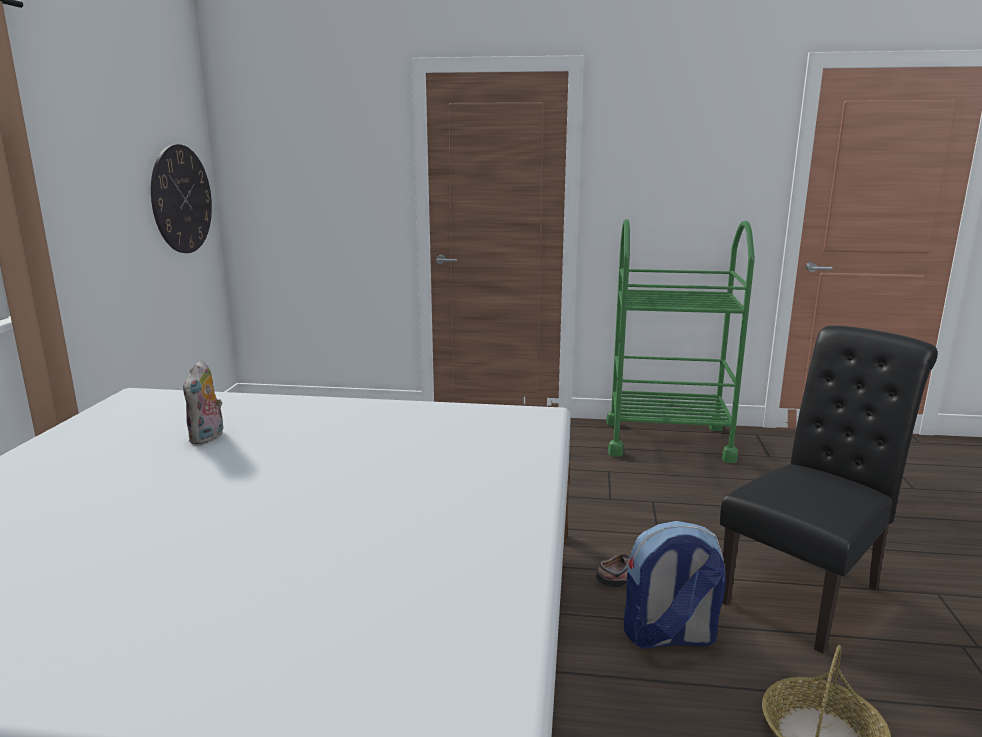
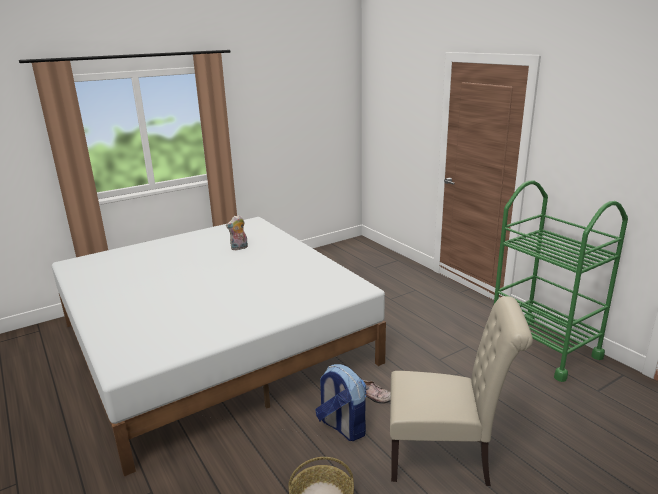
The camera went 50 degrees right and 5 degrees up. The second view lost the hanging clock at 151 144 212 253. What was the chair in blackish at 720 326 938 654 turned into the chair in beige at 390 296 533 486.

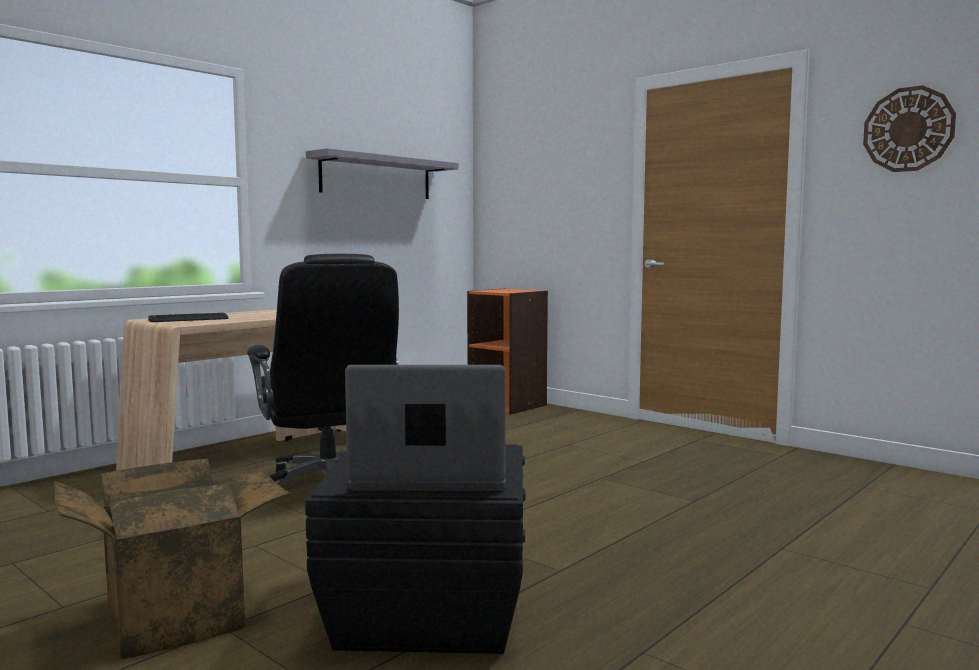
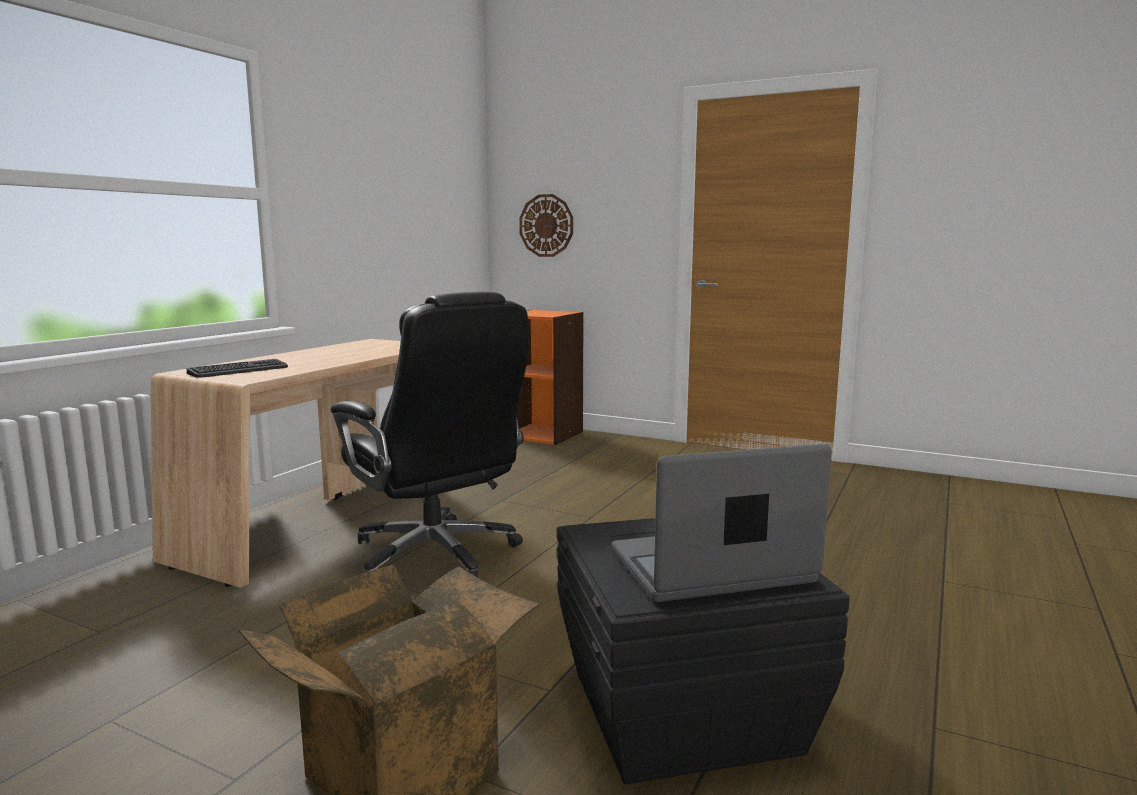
The camera went 15 degrees left and 5 degrees up. The second view lost the bracket shelf in gray at 306 148 459 199. The hanging clock ended up elsewhere, having gone from 863 85 956 172 to 519 194 573 257.

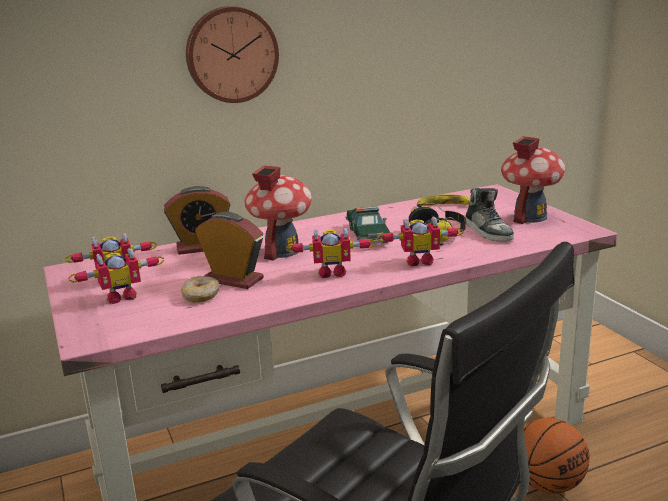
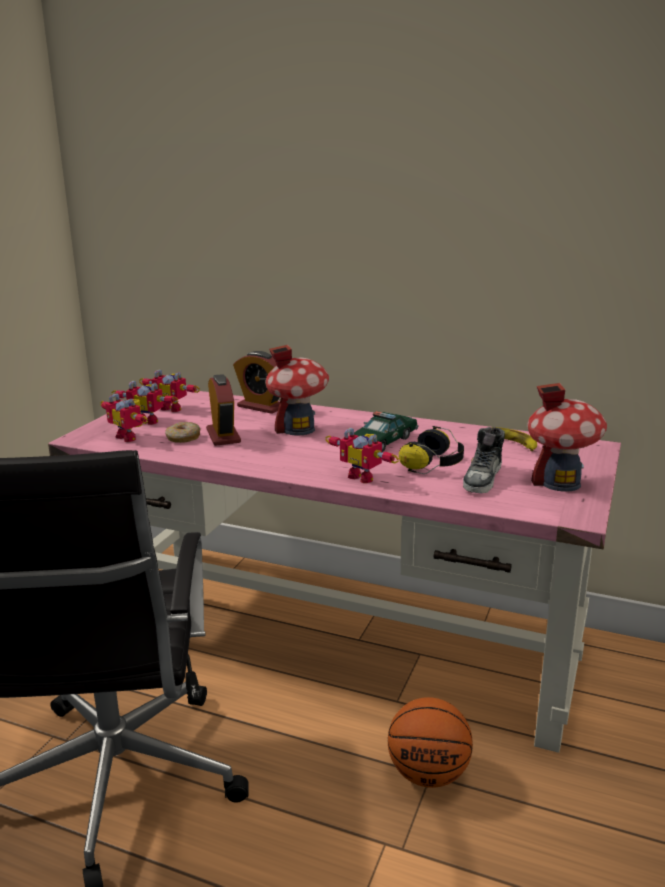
The camera went 45 degrees right and 0 degrees up. The second view lost the hanging clock at 186 6 279 103. The model robot ended up elsewhere, having gone from 286 227 376 278 to 100 393 148 442.

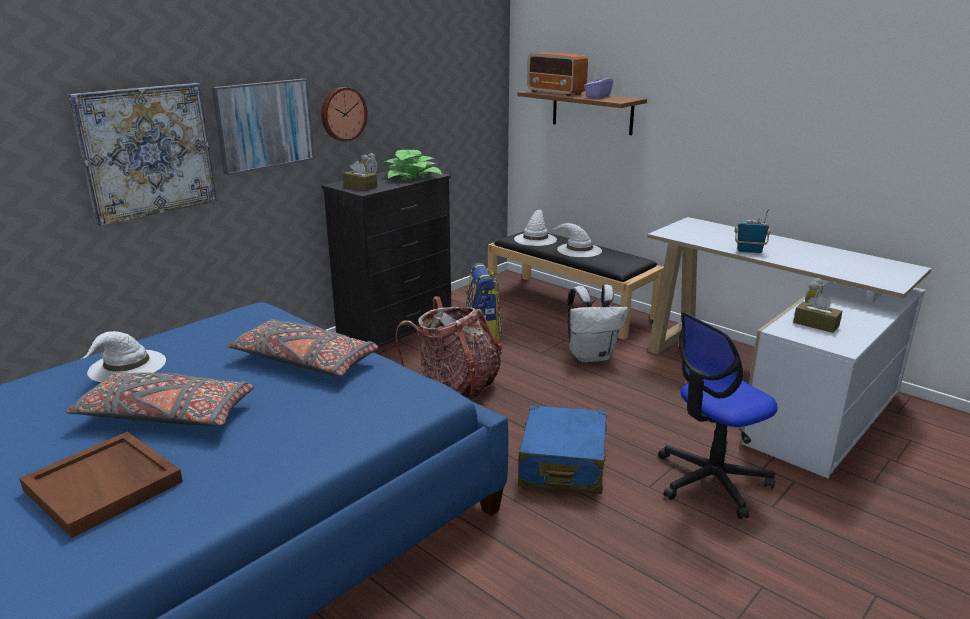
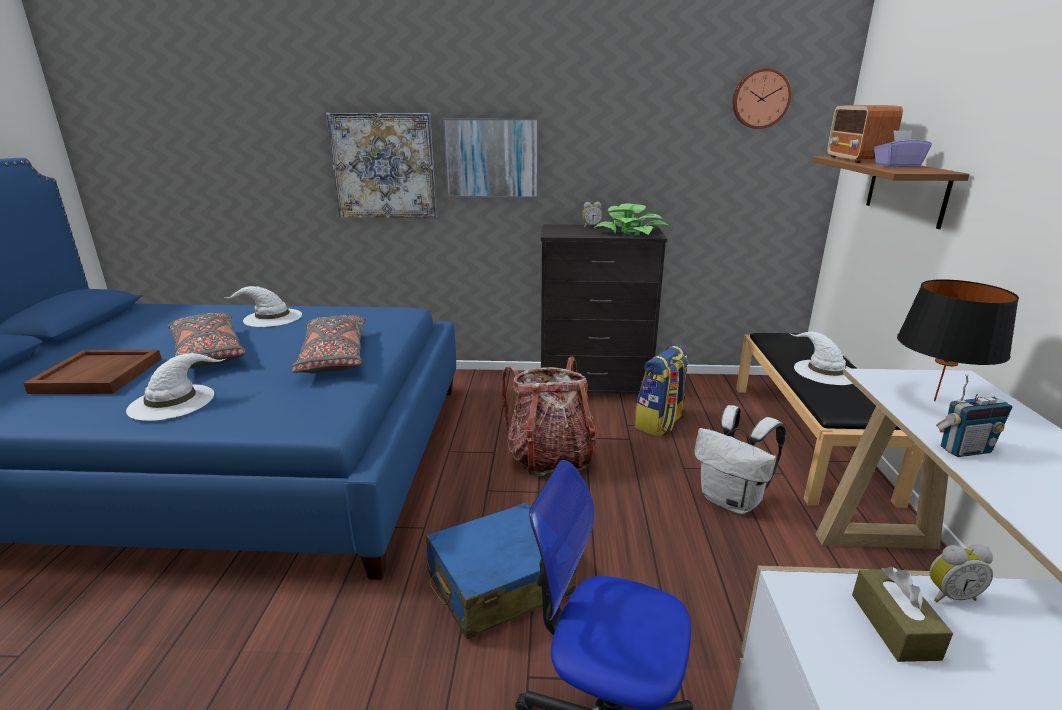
The camera went 50 degrees right and 0 degrees up. The hanging clock ended up elsewhere, having gone from 321 87 368 142 to 733 68 791 129. The second view lost the tissue holder in brown at 343 161 377 191. The hat in whitish ended up elsewhere, having gone from 514 210 557 246 to 126 353 225 421. The radio at 735 209 771 253 ended up facing another way, 105 degrees clockwise from before. The second view gained the table lamp in blackish at 897 279 1019 401.

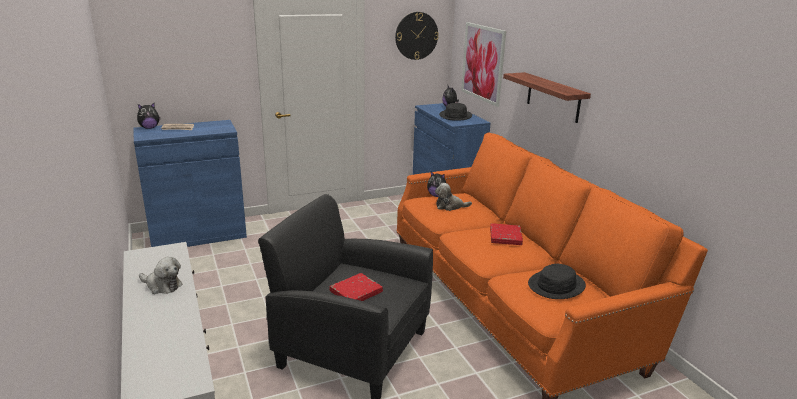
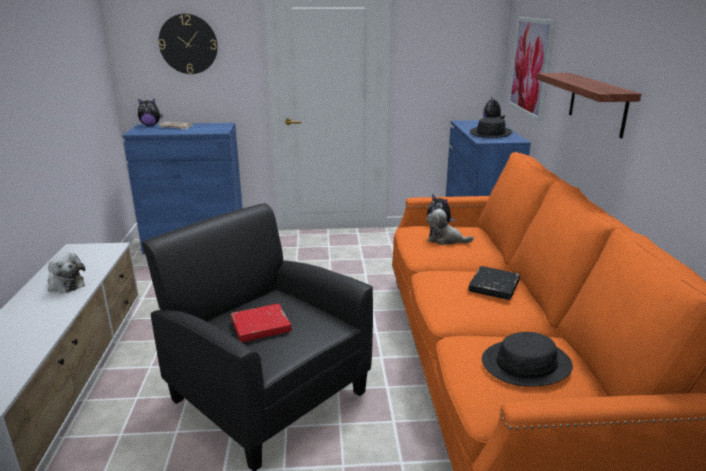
The camera went 20 degrees right and 0 degrees up. The hanging clock ended up elsewhere, having gone from 395 12 439 60 to 159 14 218 74. What was the bound book in red-coloured at 490 223 523 245 turned into the bound book in blackish at 468 266 520 300.

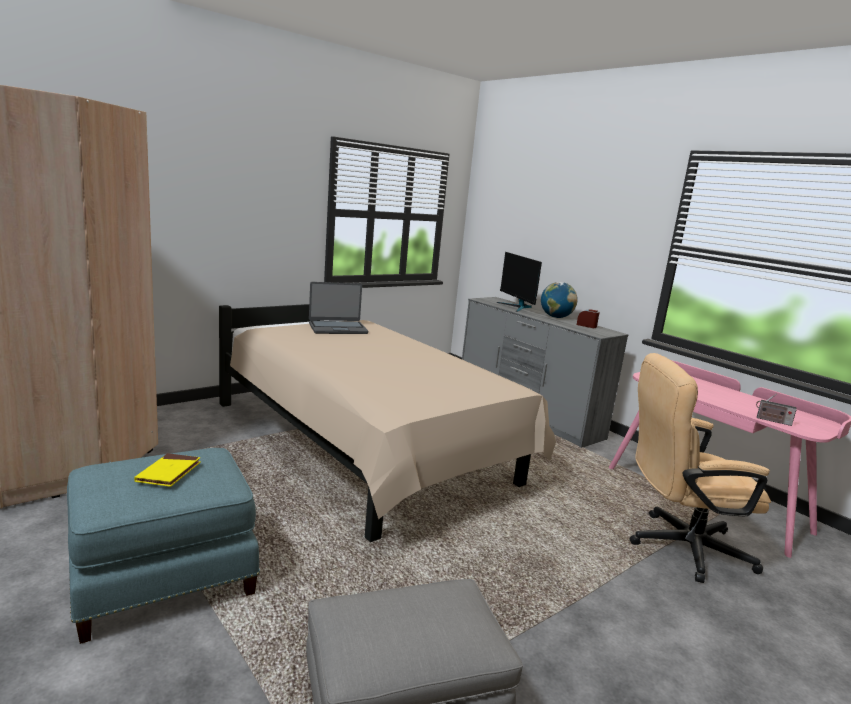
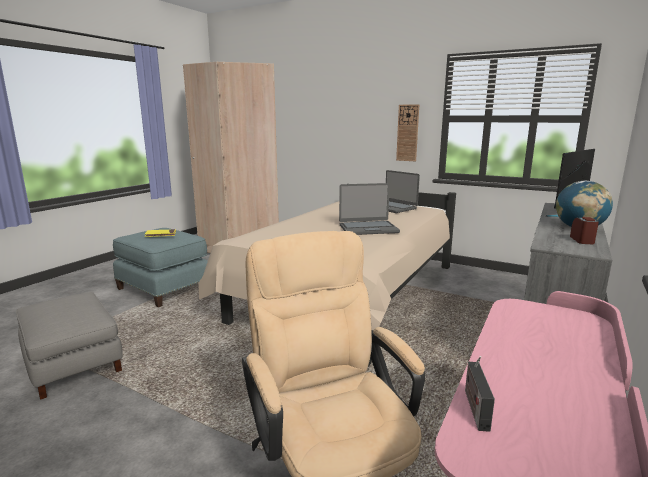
The camera went 70 degrees right and 0 degrees up. The second view gained the notebook computer at 339 183 400 235. The second view gained the hanging clock at 396 104 419 161.

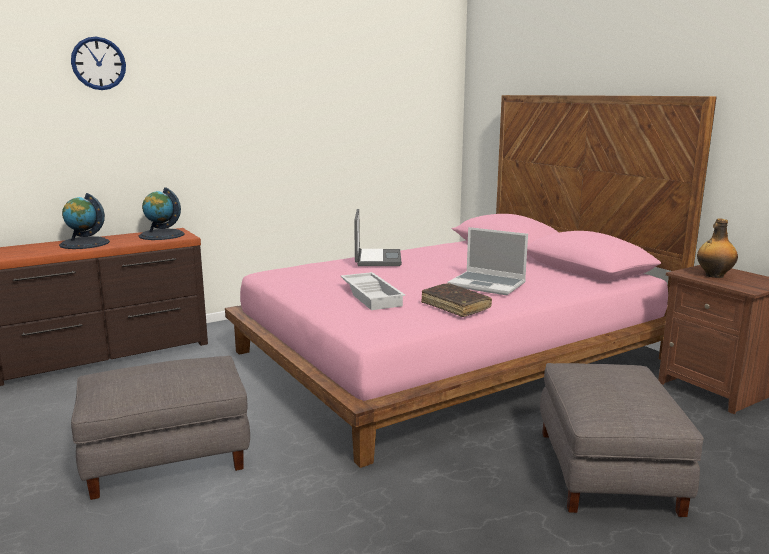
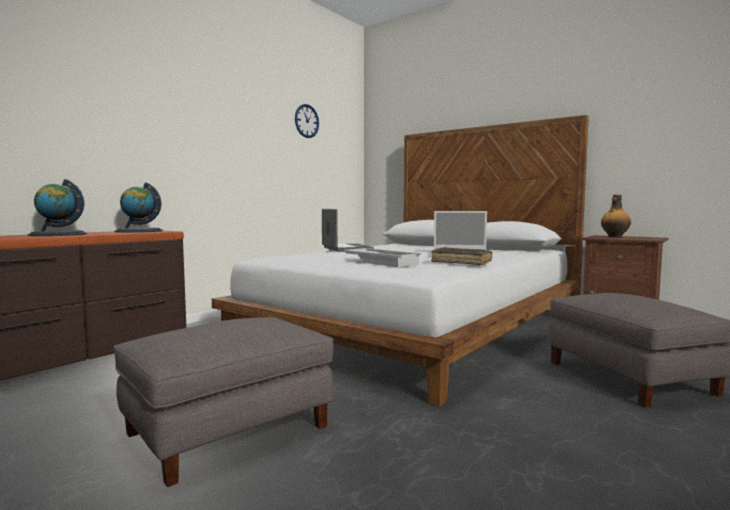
The camera went 20 degrees left and 10 degrees down. The hanging clock ended up elsewhere, having gone from 71 37 126 90 to 295 104 319 138. What was the sleeping bed in pinkish at 225 95 716 468 turned into the sleeping bed in whitish at 212 115 589 407.

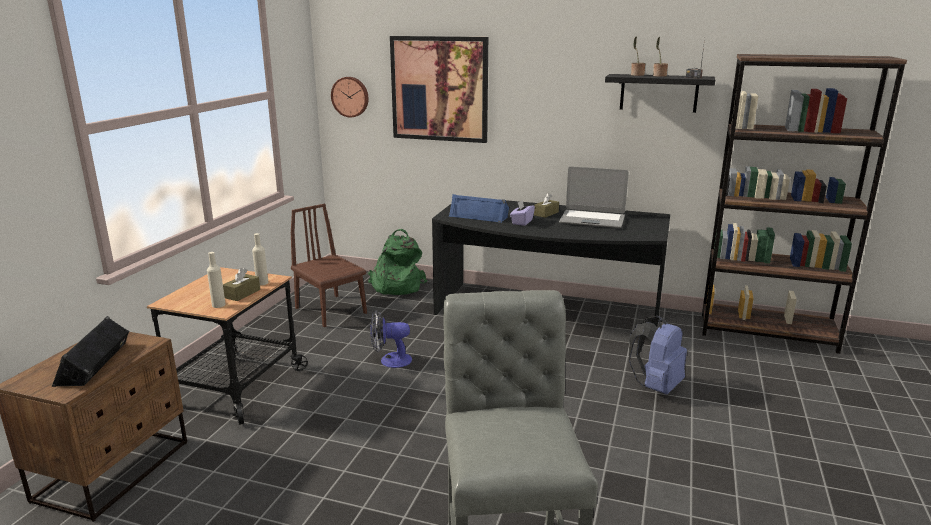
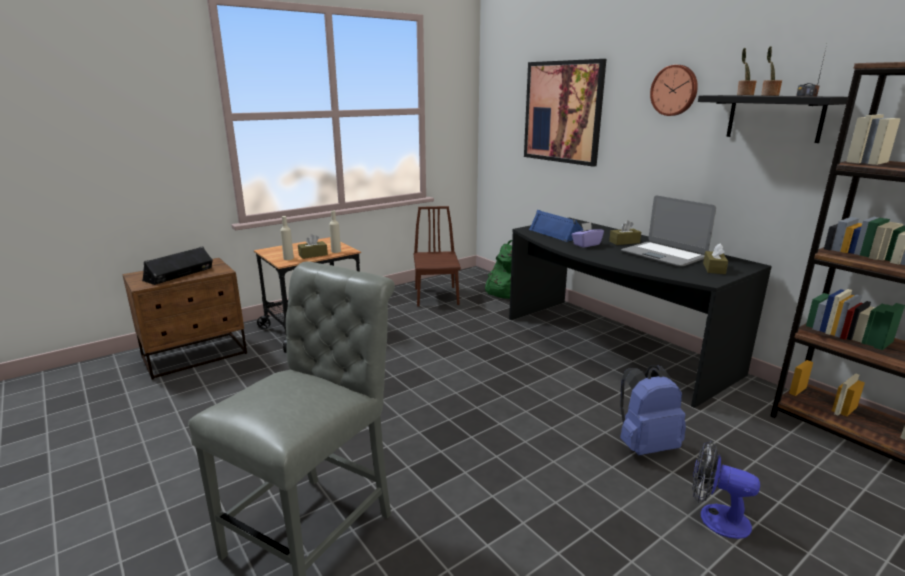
The camera went 35 degrees right and 0 degrees up. The hanging clock ended up elsewhere, having gone from 331 77 369 118 to 650 65 698 116. The cooling fan ended up elsewhere, having gone from 370 310 412 368 to 692 441 760 539. The second view gained the tissue holder in brown at 703 244 728 274.

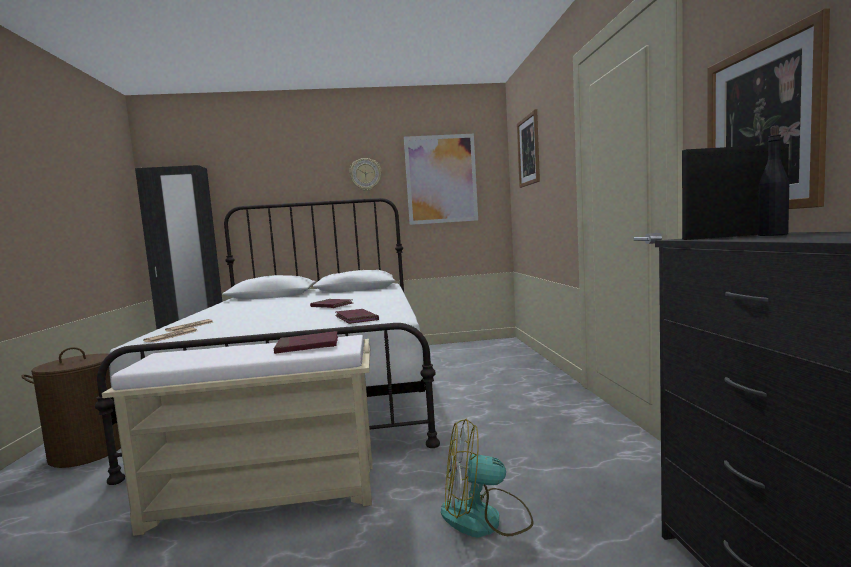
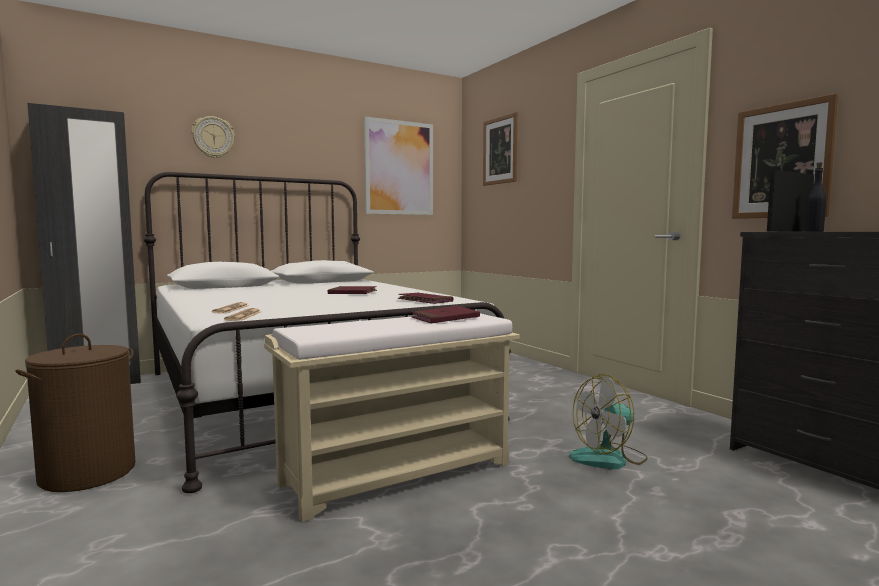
The camera went 25 degrees left and 0 degrees up. The hanging clock ended up elsewhere, having gone from 349 158 382 191 to 191 116 235 158.

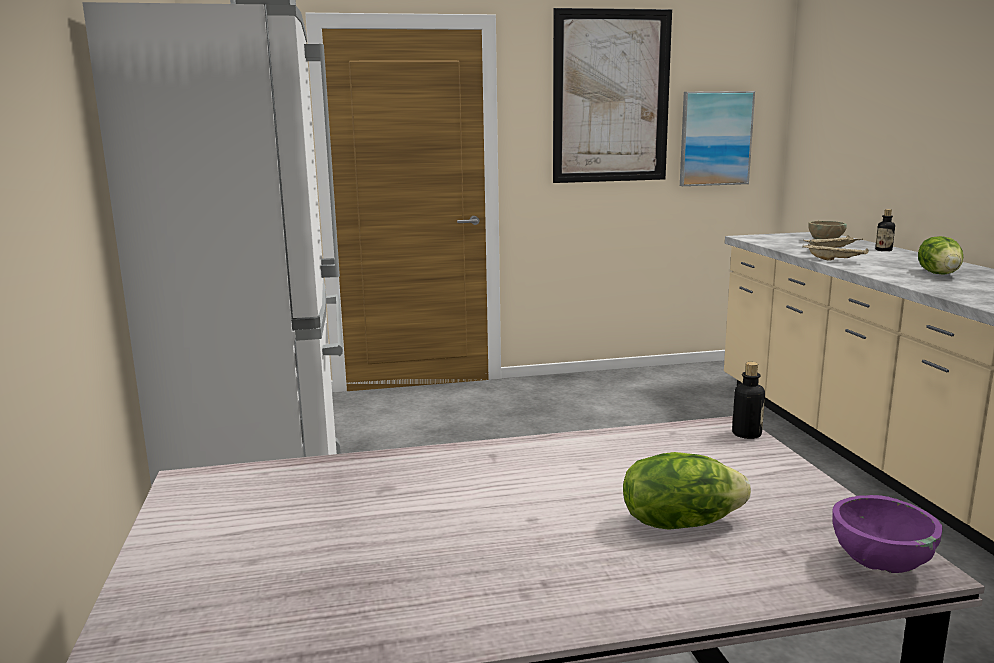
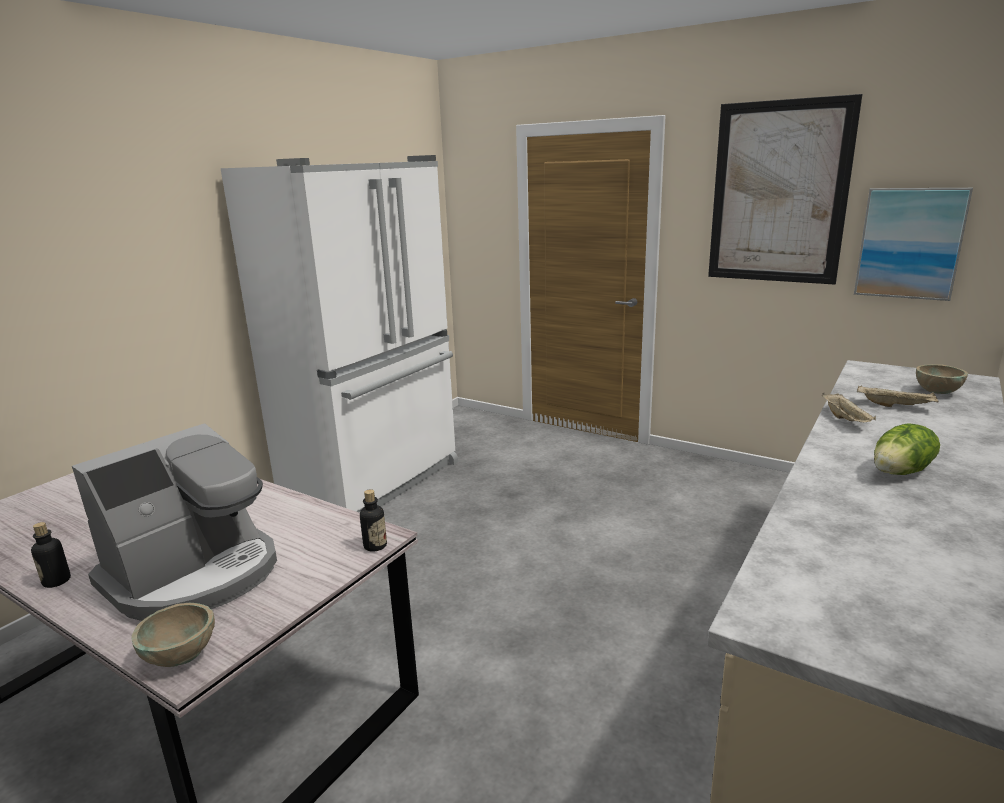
The camera went 45 degrees right and 5 degrees up. Where the lettuce head stood at 623 452 751 530, the coffee maker came to stand at 72 423 277 621. What was the serving bowl in purplish at 832 495 942 573 turned into the serving bowl in beige at 131 603 215 667. The bottle ended up elsewhere, having gone from 875 209 895 251 to 31 522 71 588.

